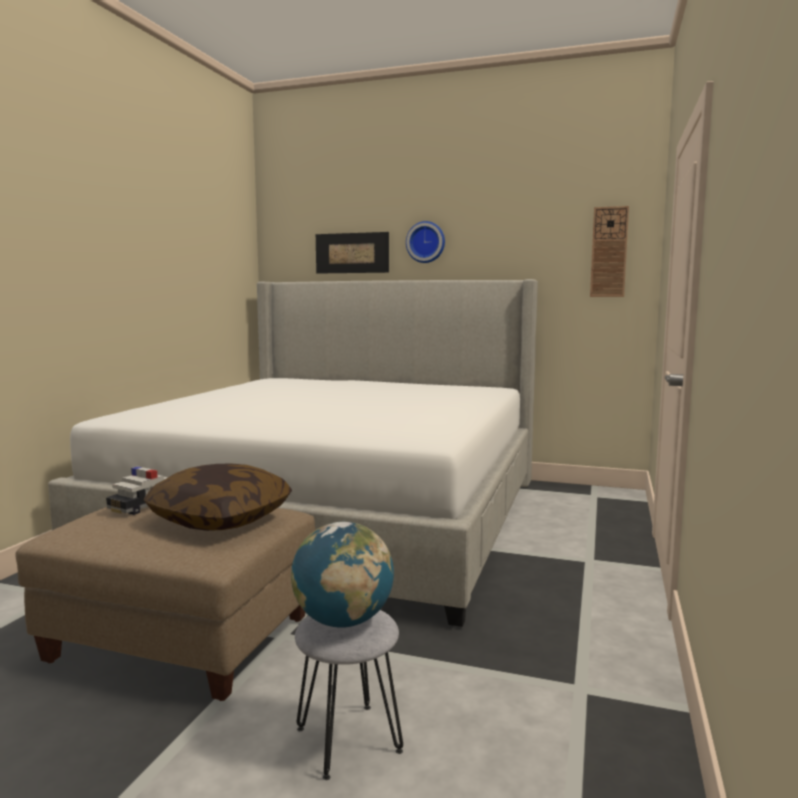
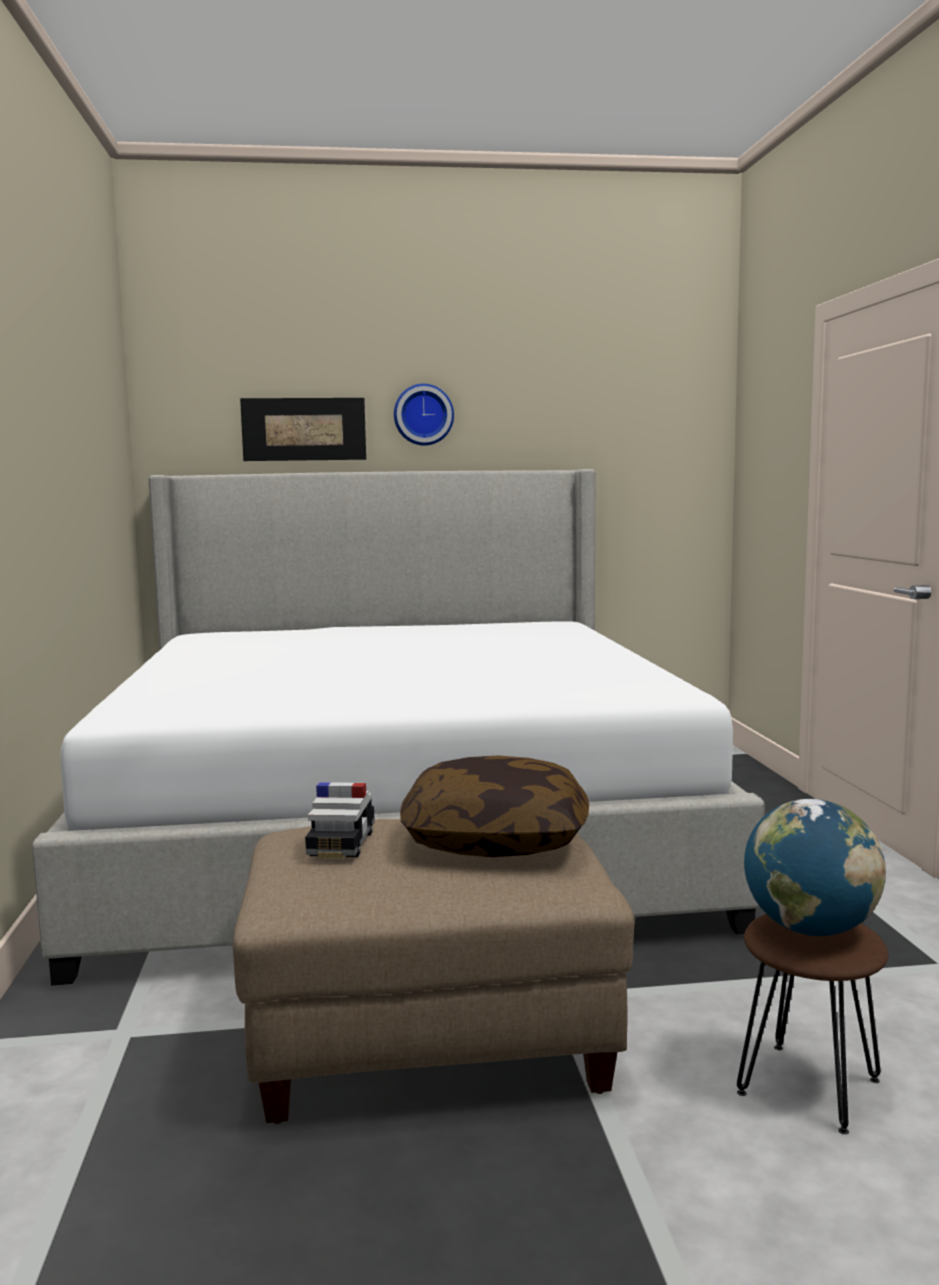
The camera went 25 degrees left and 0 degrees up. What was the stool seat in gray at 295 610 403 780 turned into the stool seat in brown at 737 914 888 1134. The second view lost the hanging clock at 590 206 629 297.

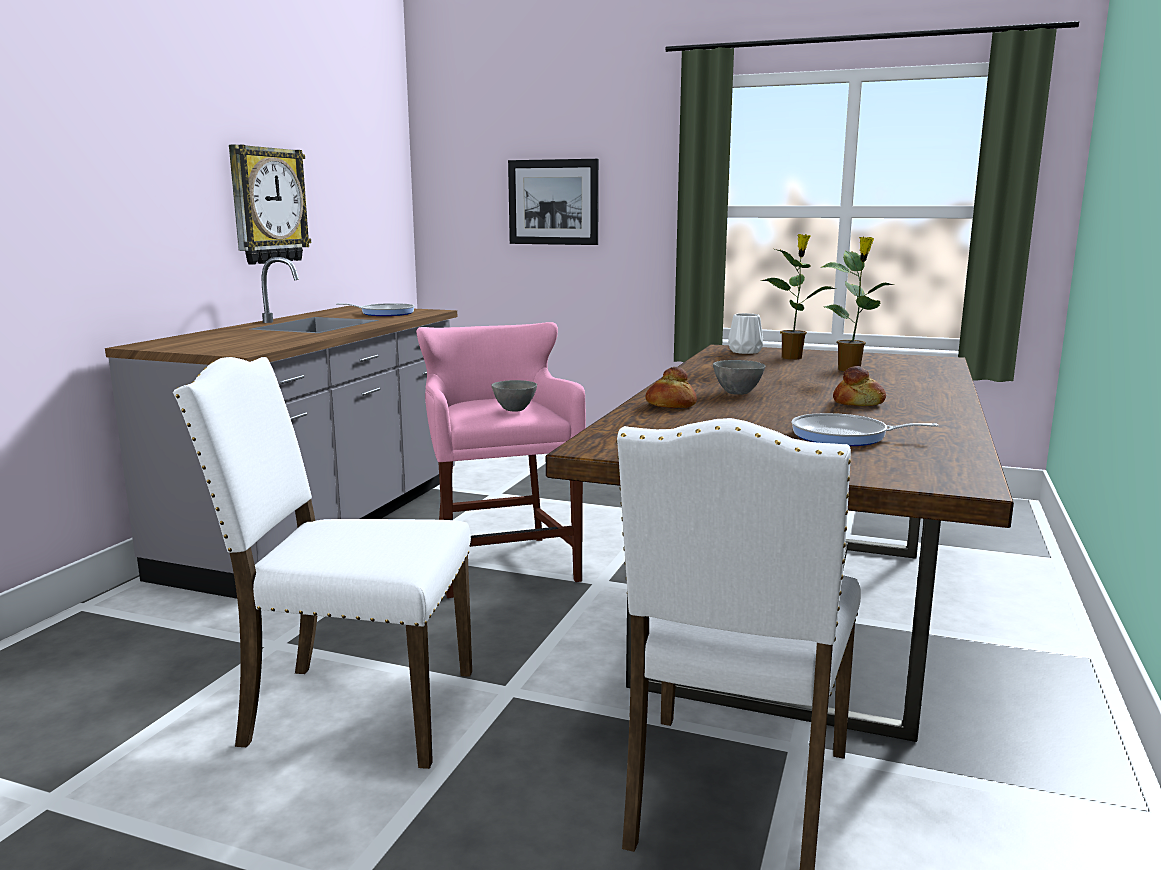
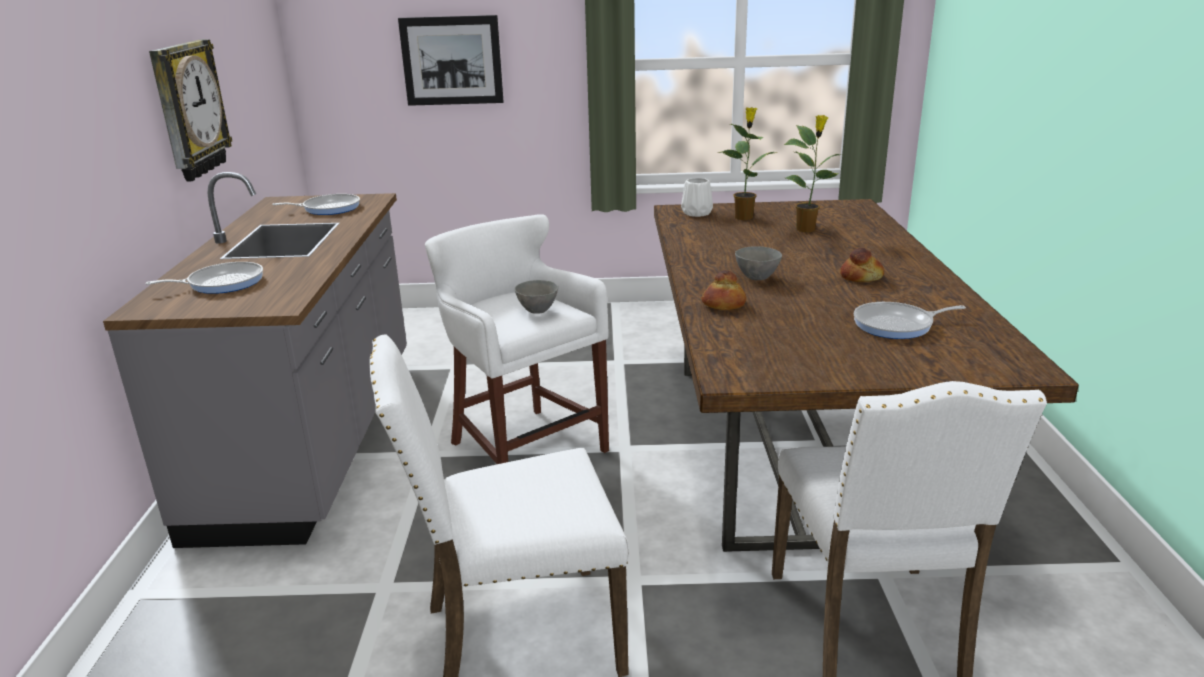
The camera went 20 degrees left and 10 degrees up. What was the stool seat in pinkish at 416 322 586 598 turned into the stool seat in whitish at 425 214 609 464. The second view gained the frying pan at 145 262 263 294.

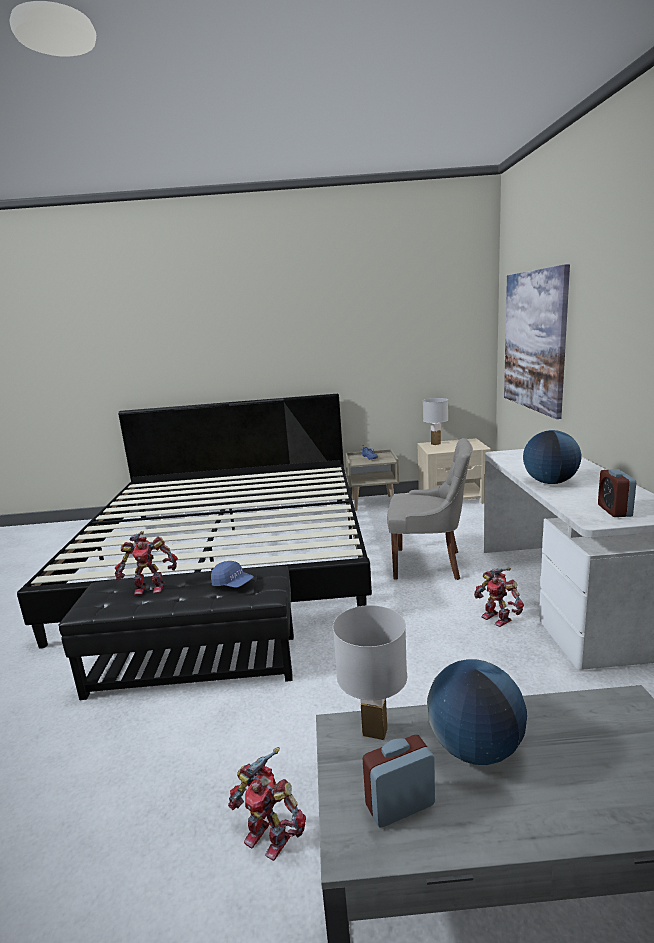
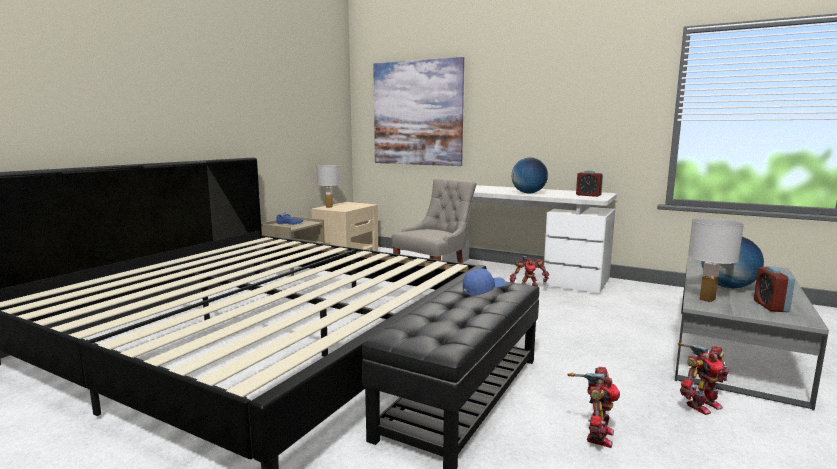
The camera went 60 degrees left and 5 degrees down. The model robot ended up elsewhere, having gone from 115 531 178 595 to 567 366 620 448.

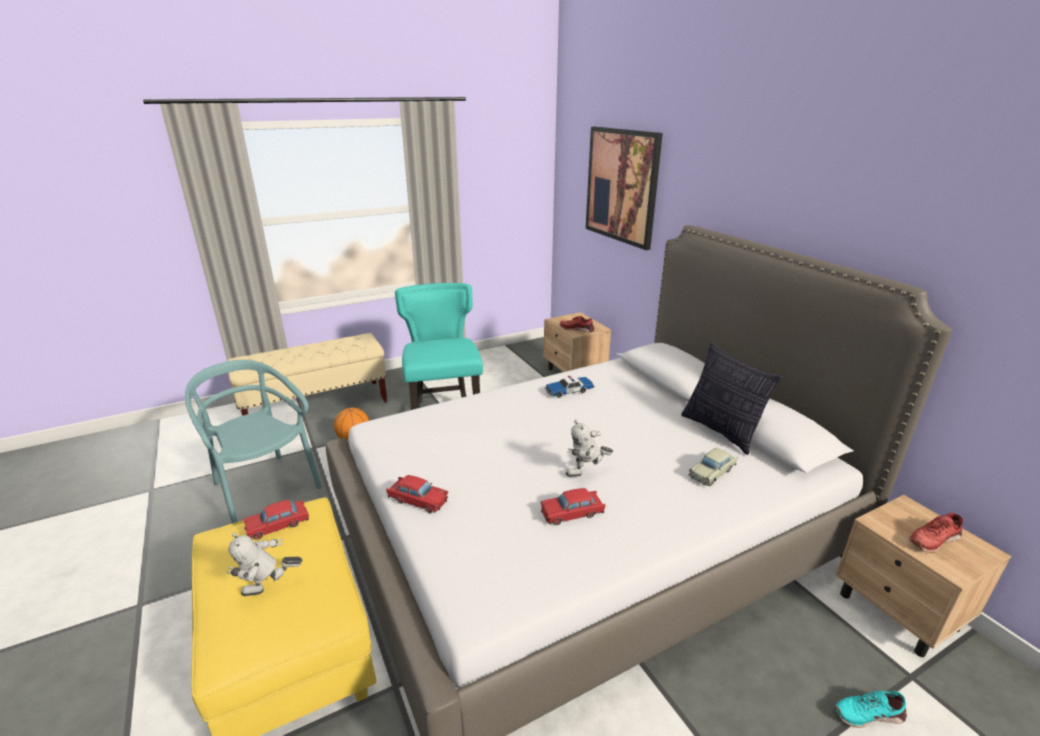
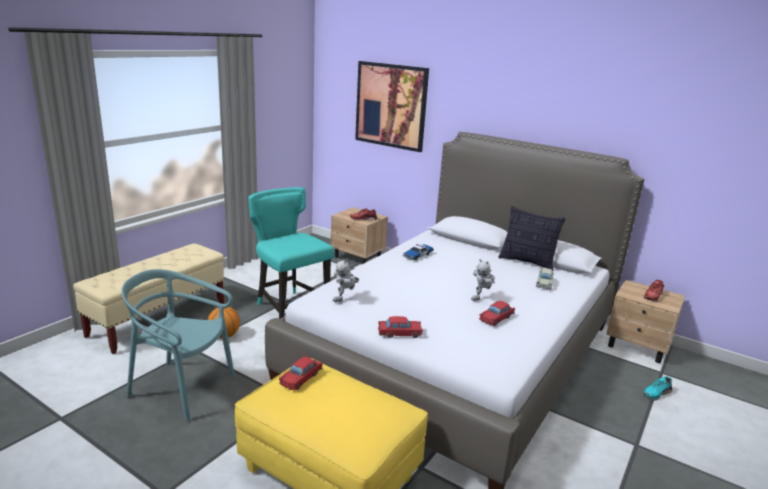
The camera went 30 degrees left and 5 degrees down. The model robot ended up elsewhere, having gone from 226 533 302 596 to 333 259 359 302.

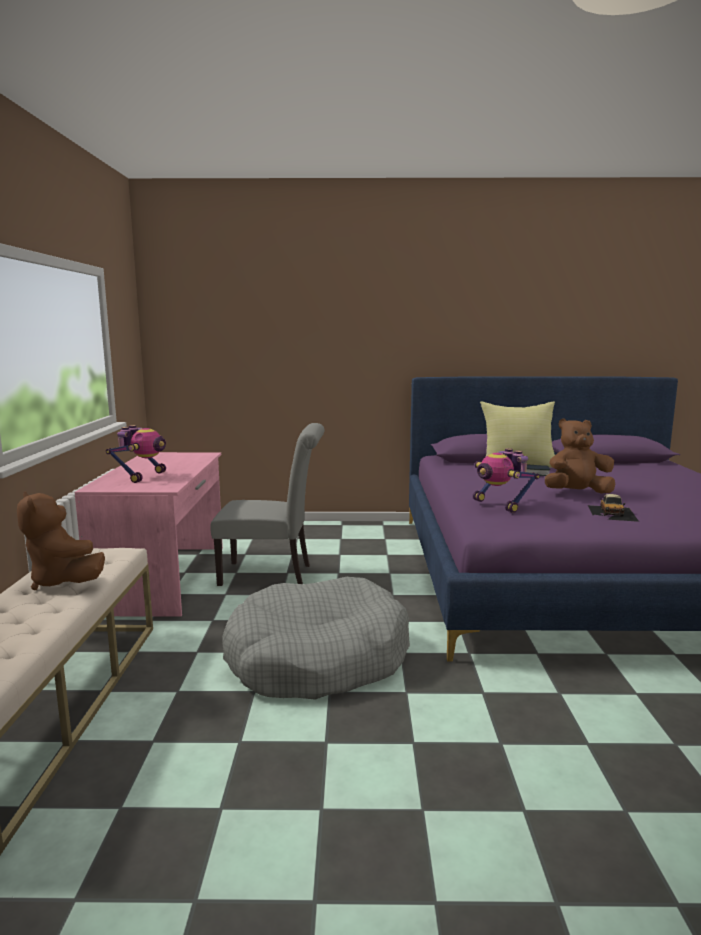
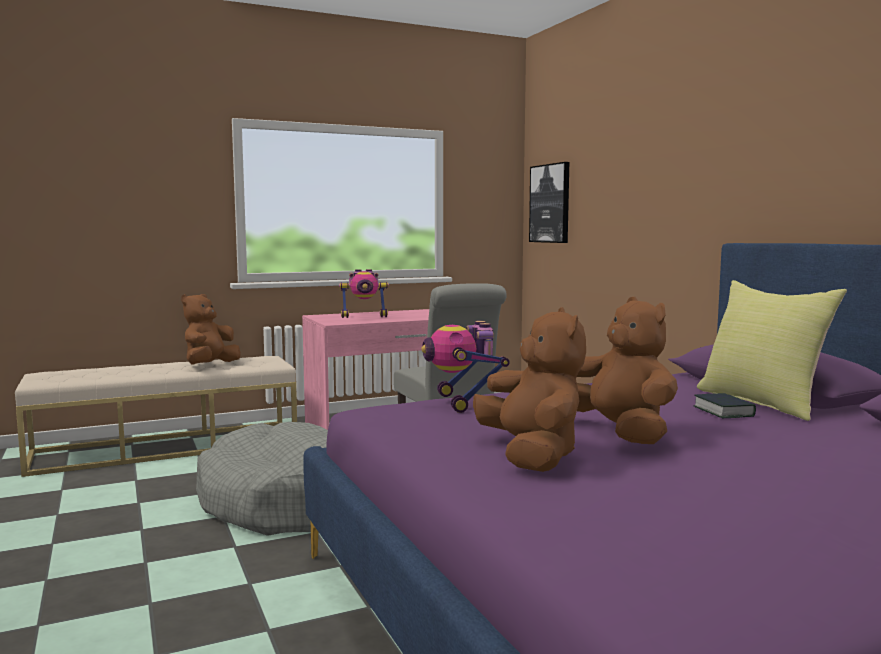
The camera went 65 degrees right and 5 degrees down. The model robot at 473 448 540 513 ended up facing another way, 45 degrees counterclockwise from before. Where the miniature car stood at 588 494 639 522, the cuddly toy in brown came to stand at 473 307 586 472. The second view gained the wall picture at 529 162 569 243.

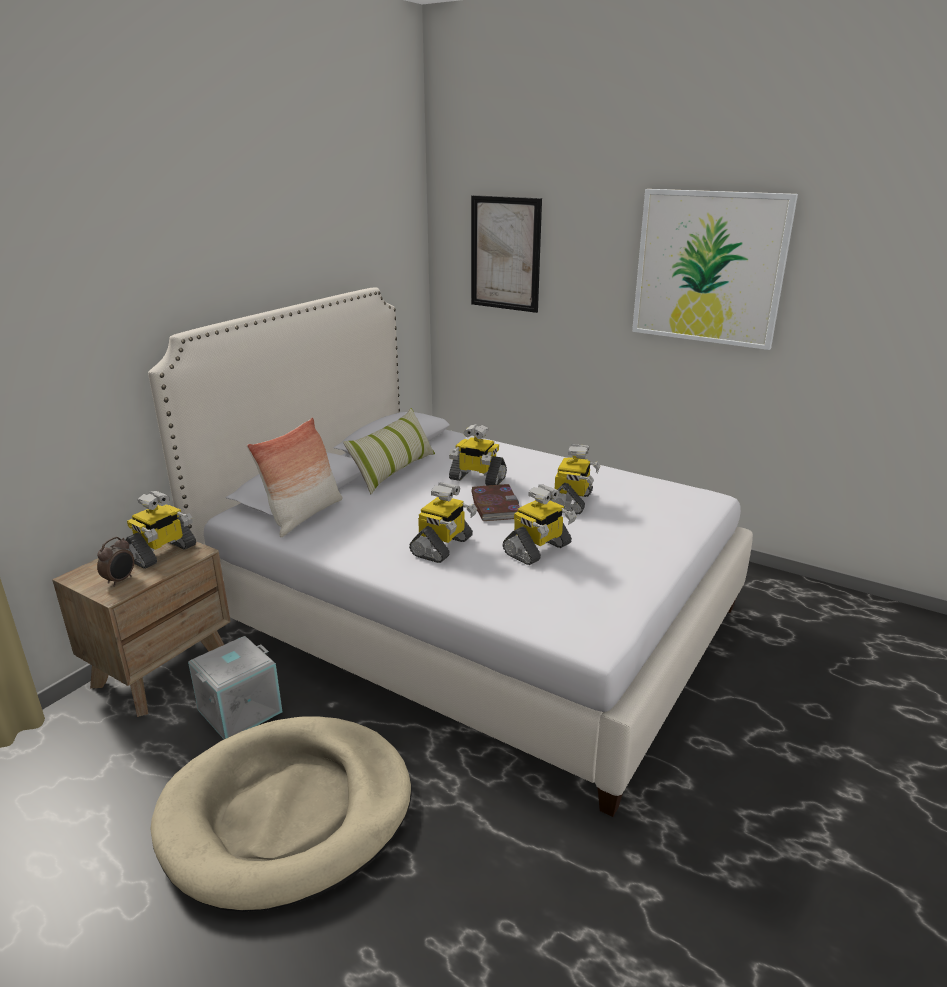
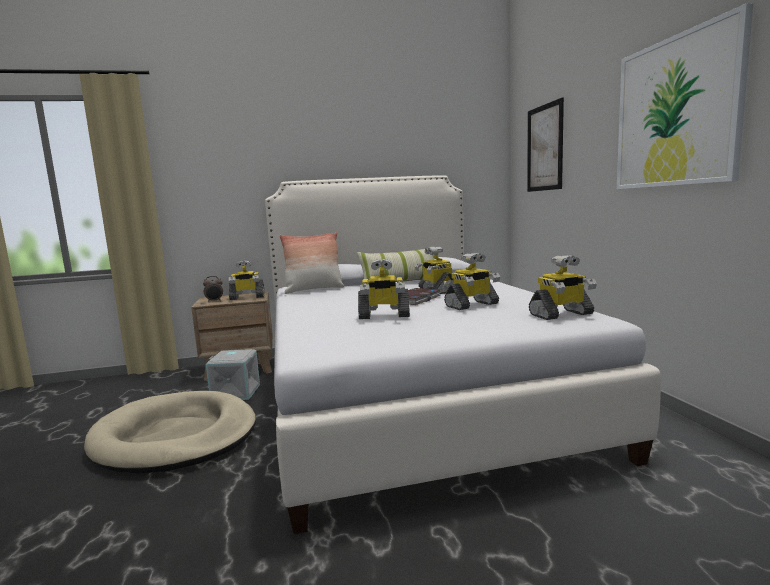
The camera went 45 degrees right and 15 degrees down. The model robot ended up elsewhere, having gone from 409 482 477 563 to 529 255 597 320.

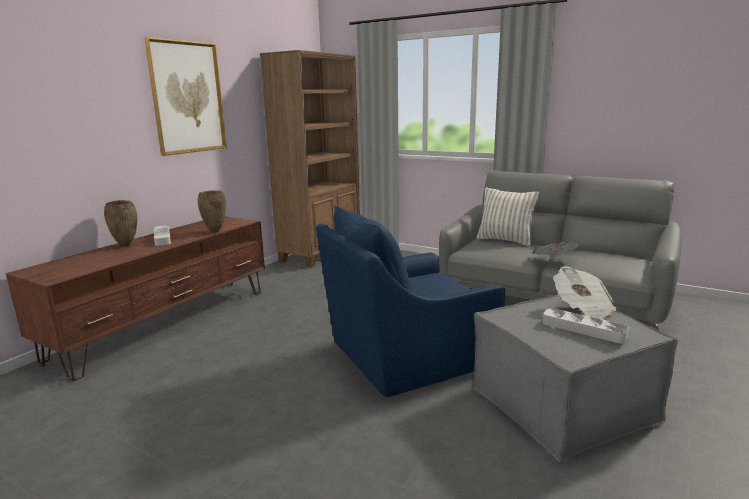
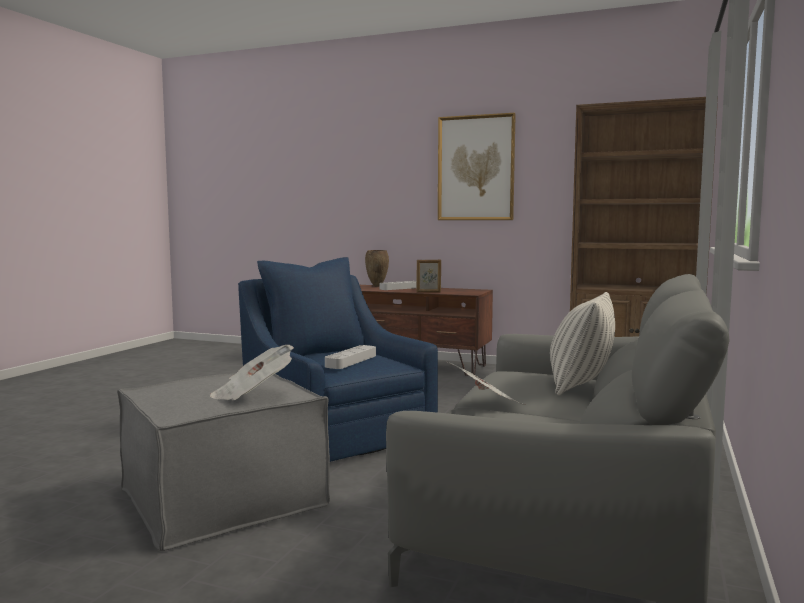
The camera went 80 degrees right and 10 degrees down. Where the decorative vase in brown stood at 198 190 226 233, the picture frame came to stand at 416 260 441 293. The tray in gray ended up elsewhere, having gone from 543 308 629 343 to 325 345 376 369.

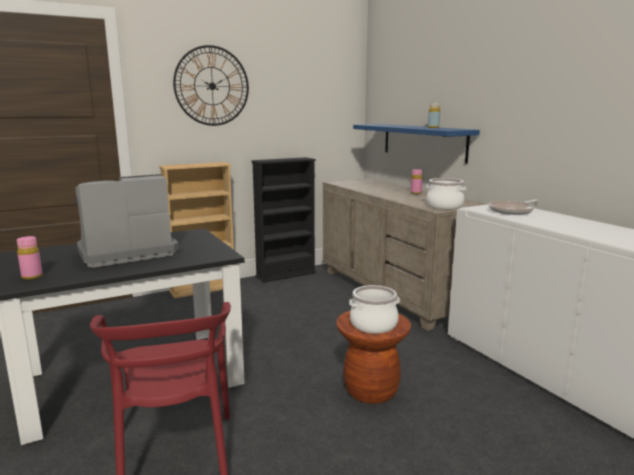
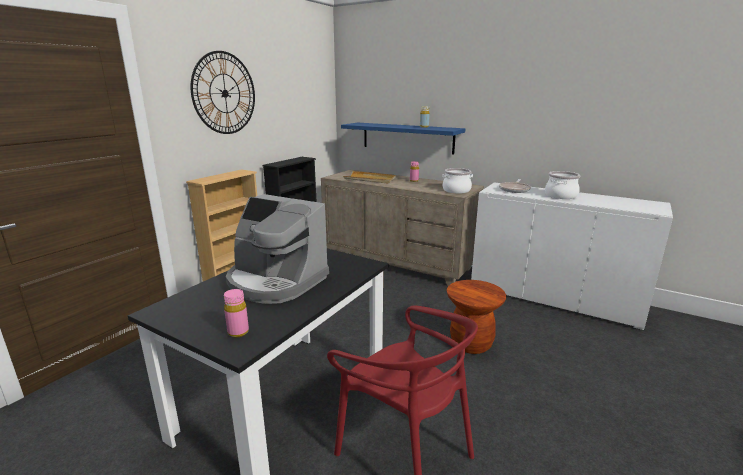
The camera went 30 degrees left and 5 degrees up. The coffee maker at 74 174 179 267 ended up facing another way, 90 degrees counterclockwise from before. The cooking pot ended up elsewhere, having gone from 349 285 400 334 to 545 171 580 199. The second view gained the tray in beige at 343 171 396 184.

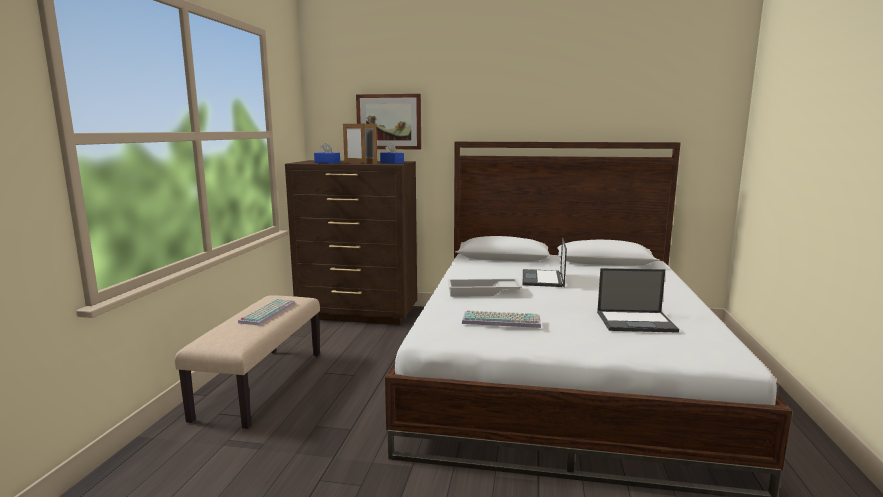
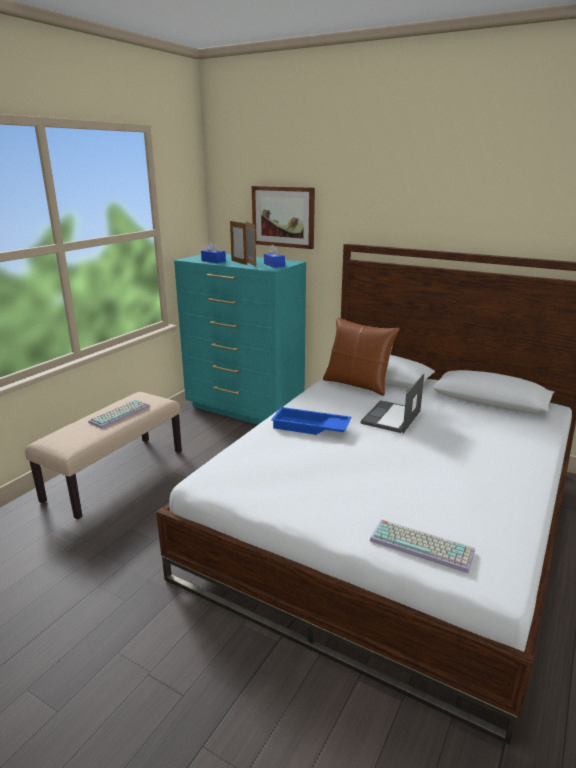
The camera went 20 degrees right and 10 degrees up. What was the drawer chest in brown at 285 160 417 325 turned into the drawer chest in turquoise at 174 254 306 425. What was the tray in whitish at 448 278 522 297 turned into the tray in bluish at 271 407 352 435. The keyboard ended up elsewhere, having gone from 462 310 541 328 to 370 520 475 573. The second view lost the notebook computer at 597 268 679 333. The second view gained the throw pillow in brown at 323 317 399 396.

